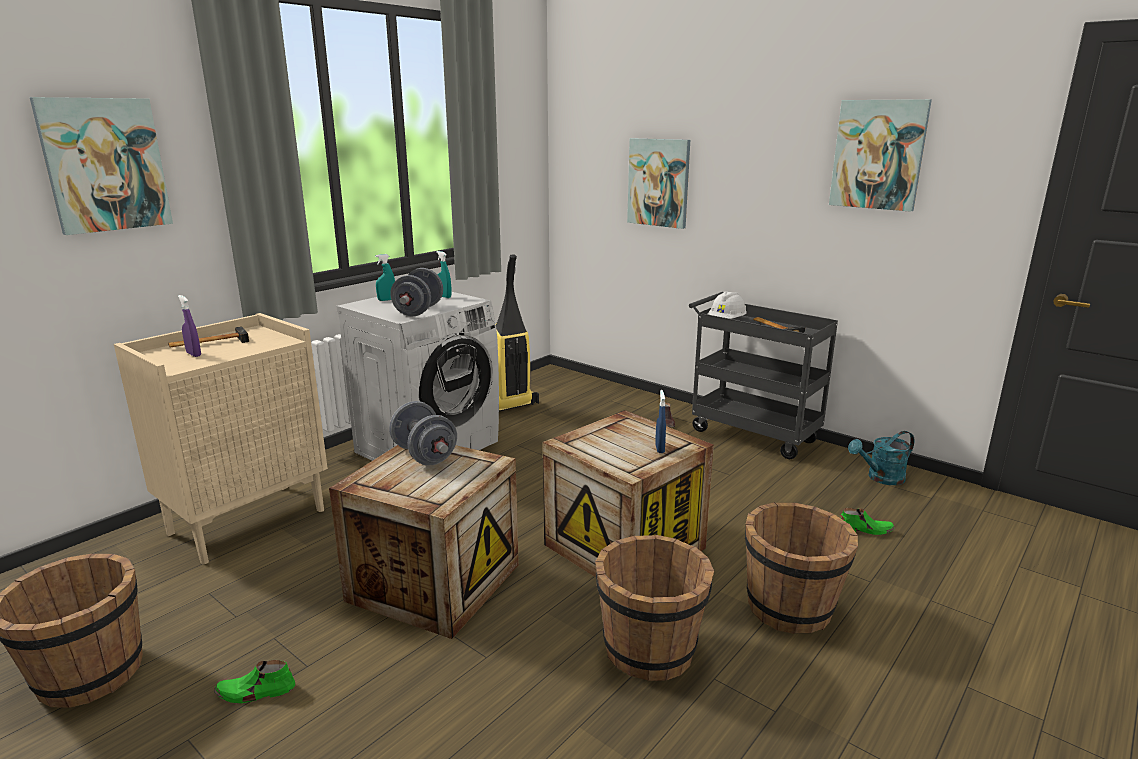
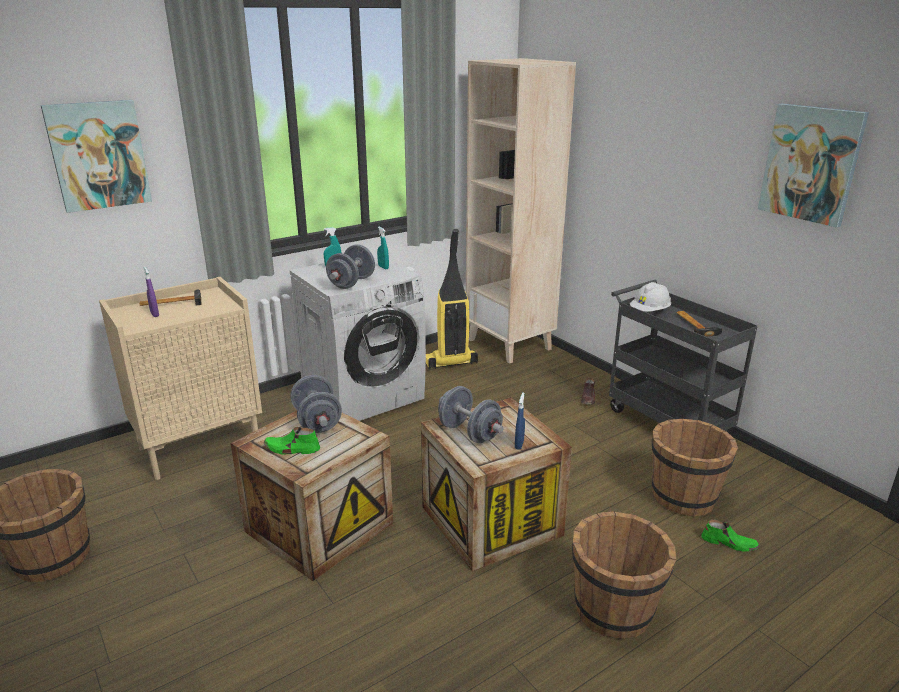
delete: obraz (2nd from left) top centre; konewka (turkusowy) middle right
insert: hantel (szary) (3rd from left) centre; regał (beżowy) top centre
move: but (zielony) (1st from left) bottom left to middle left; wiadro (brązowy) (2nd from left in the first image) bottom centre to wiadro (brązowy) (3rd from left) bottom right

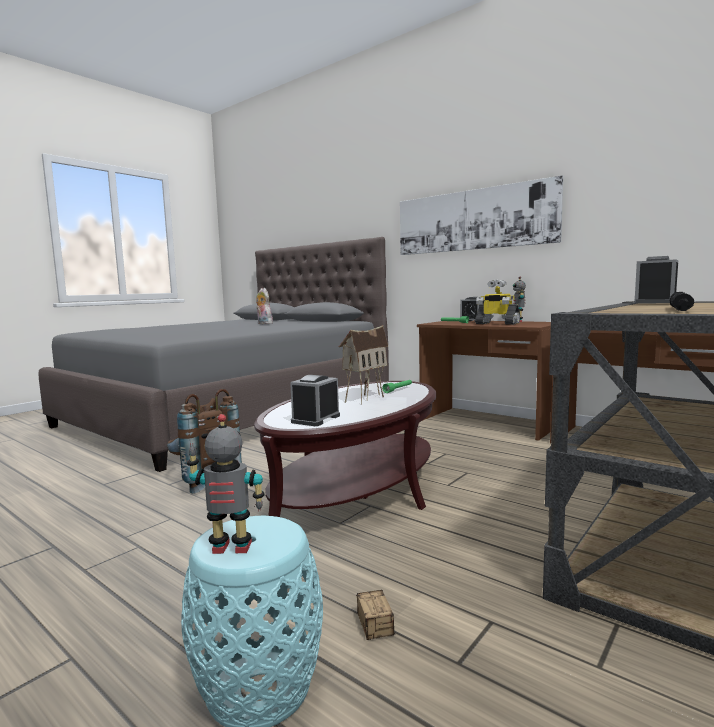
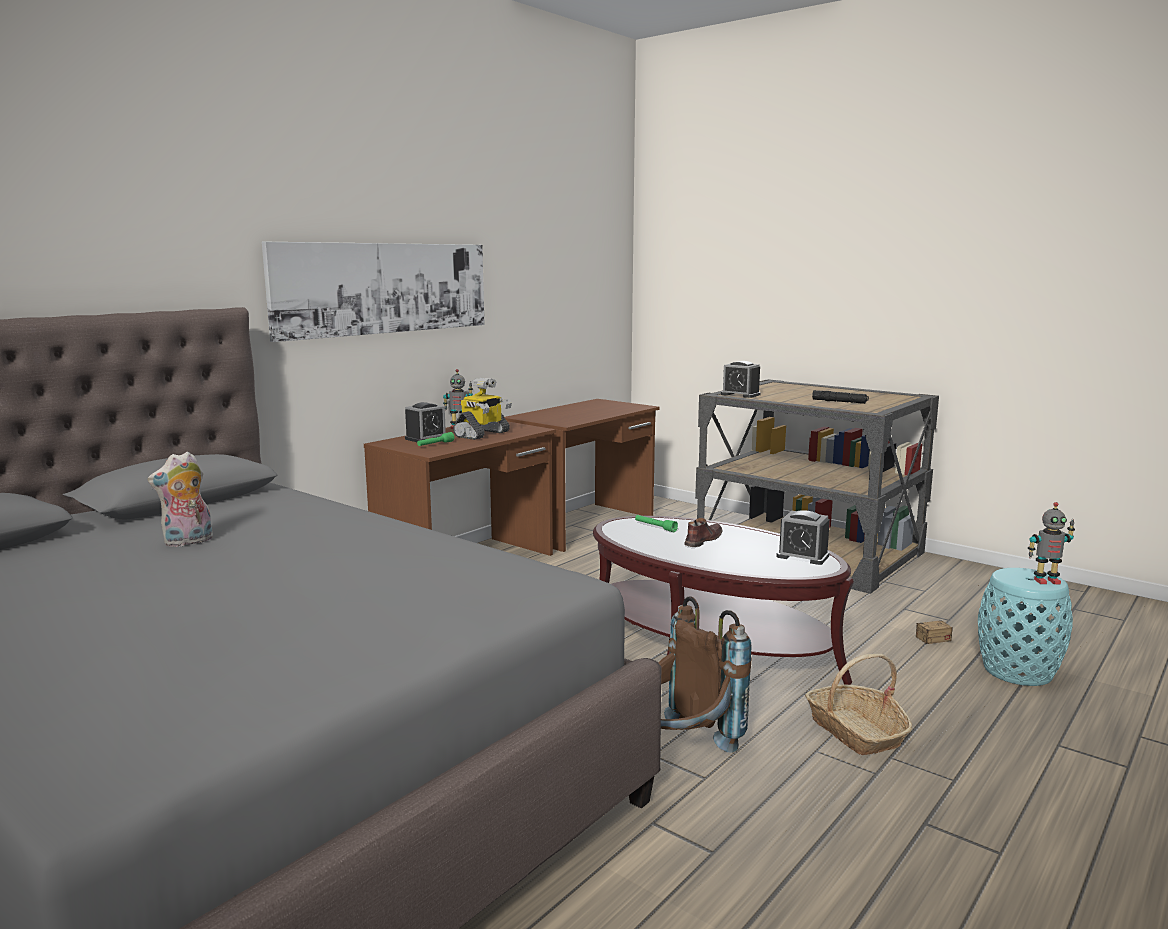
insert: koszyk bottom right
replace: domek centre to but (brązowy) centre
rotate: robot zabawkowy (1st from left in the first image) middle left = middle right 90 degrees counterclockwise

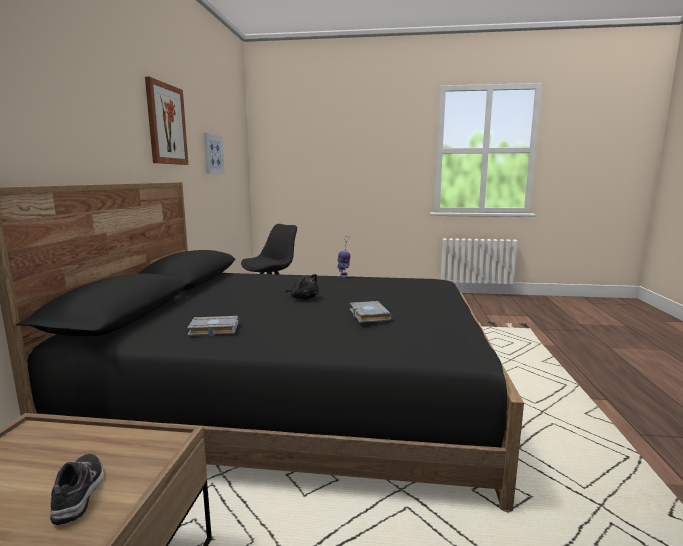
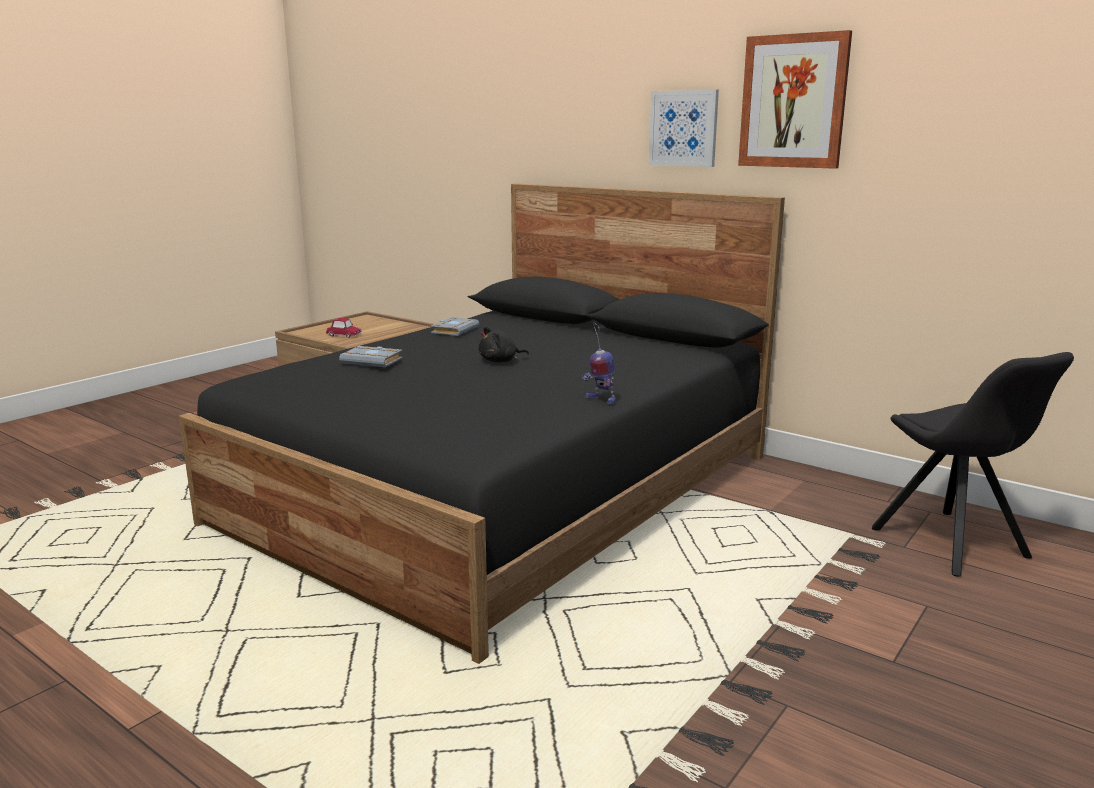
move: obraz (2nd from left in the first image) top left to obraz (1st from left) top centre
replace: but bottom left to samochodzik middle left

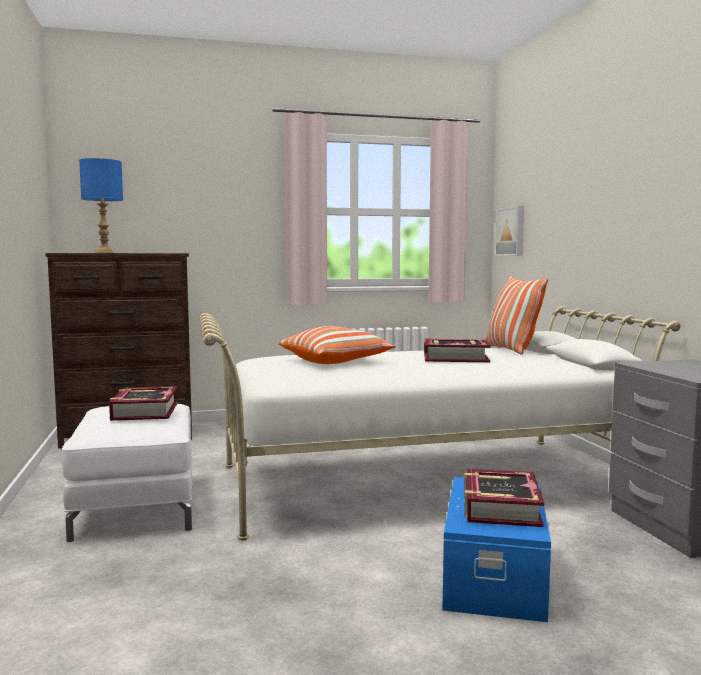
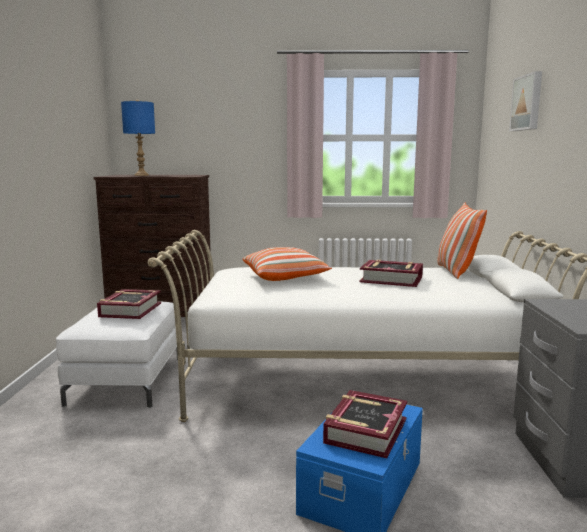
move: obraz middle right to top right

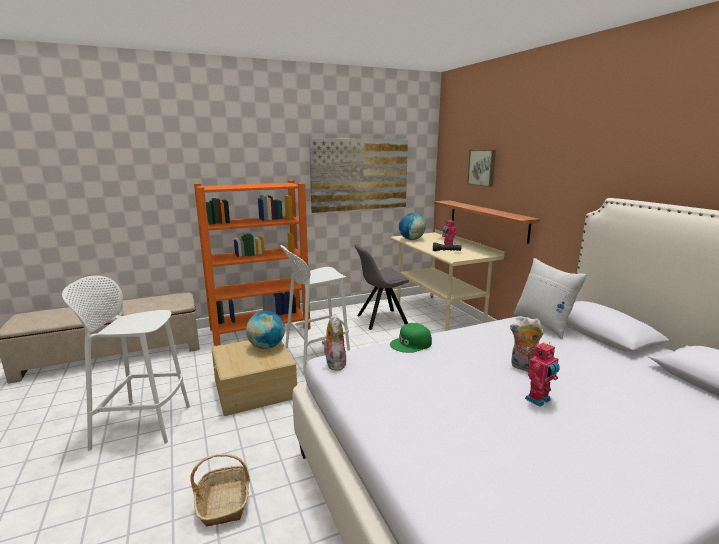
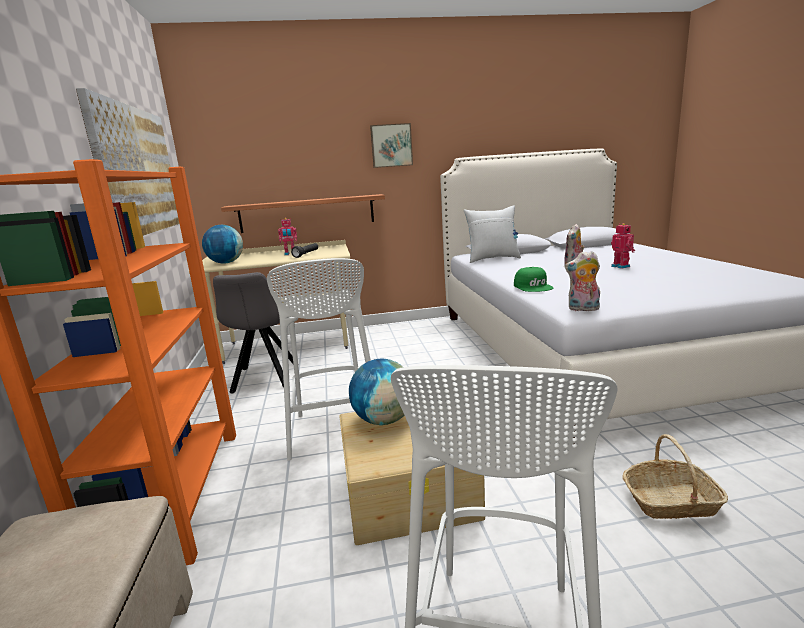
move: obraz (2nd from left) top right to top centre

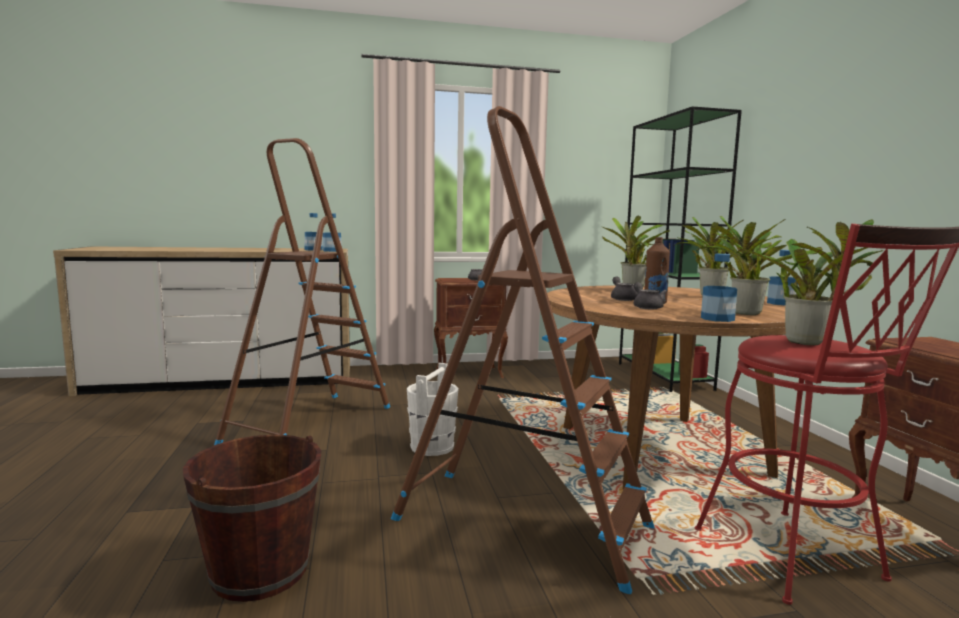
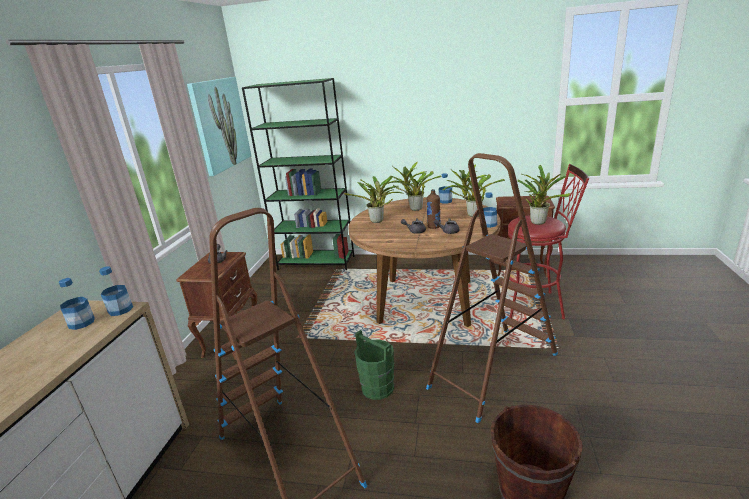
insert: obraz top left
recolor: wiadro (biały) centre to wiadro (zielony) bottom centre

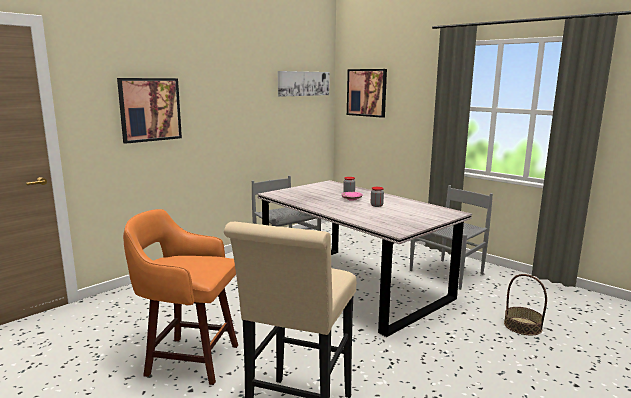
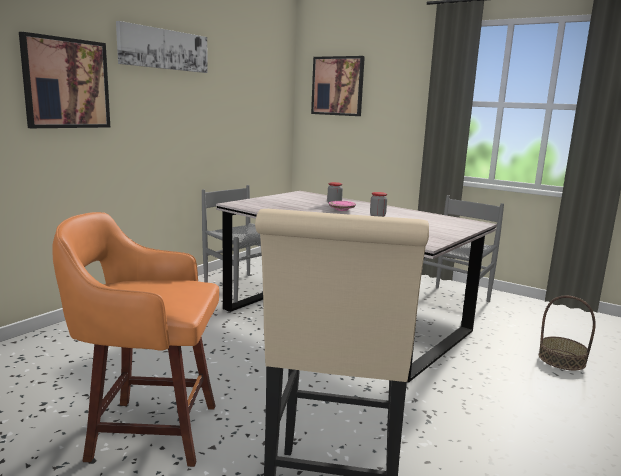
move: obraz (2nd from left) top centre to top left

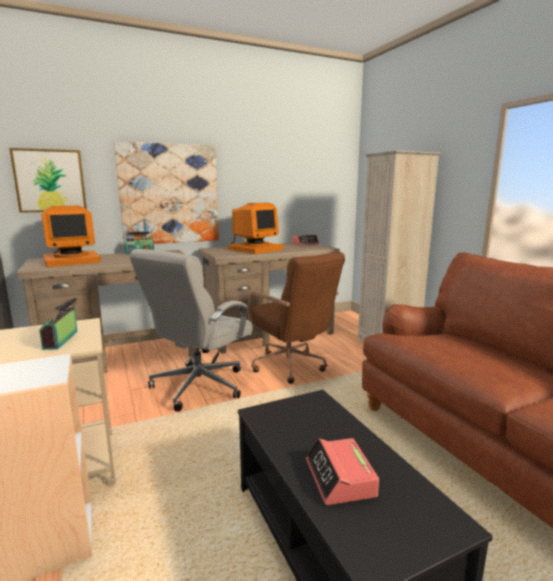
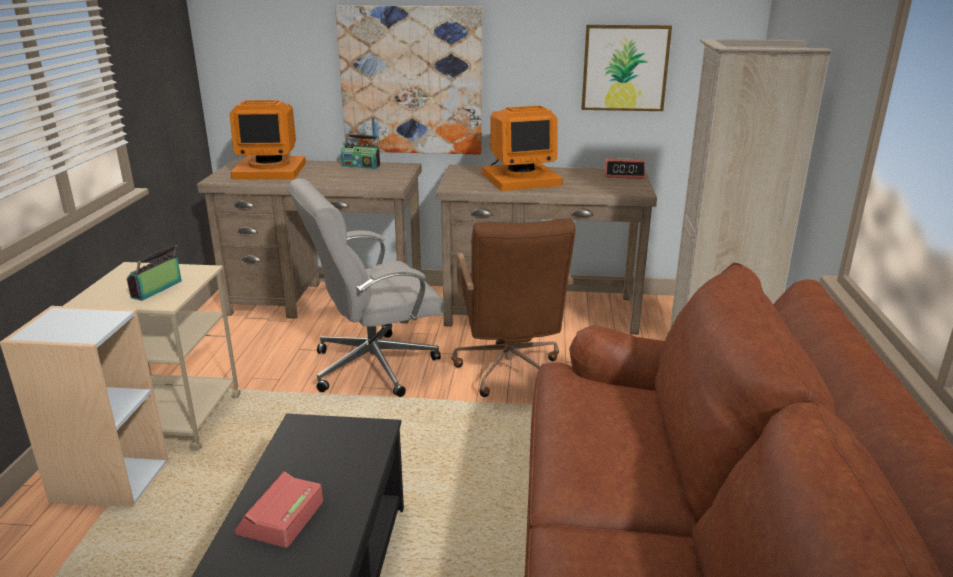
move: obraz (1st from left in the first image) top left to obraz (2nd from left) top centre

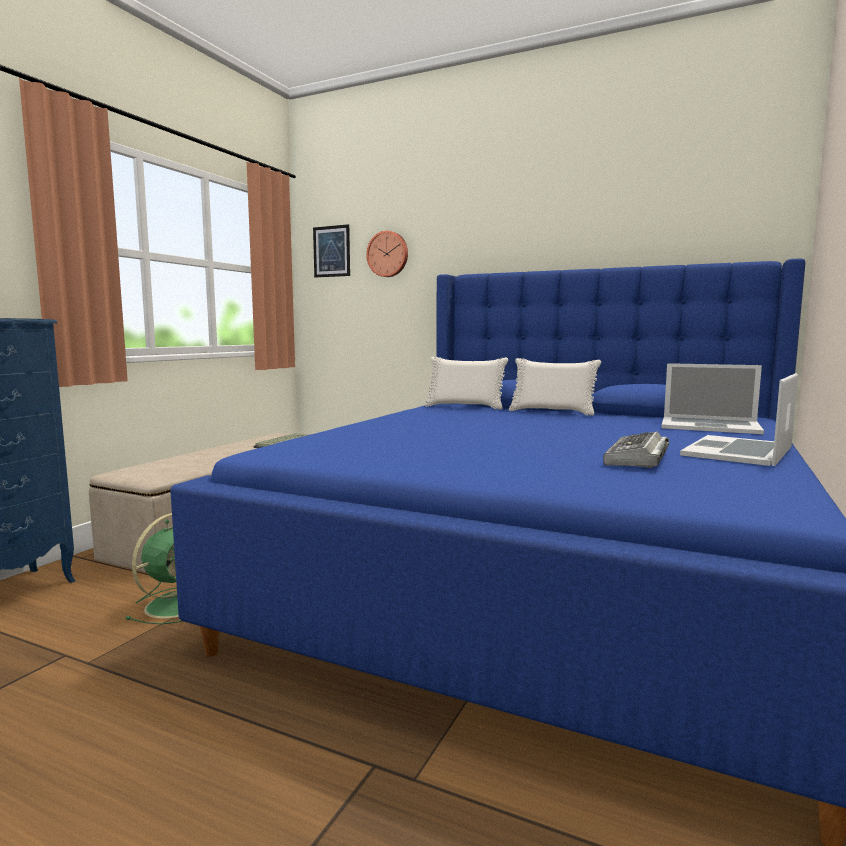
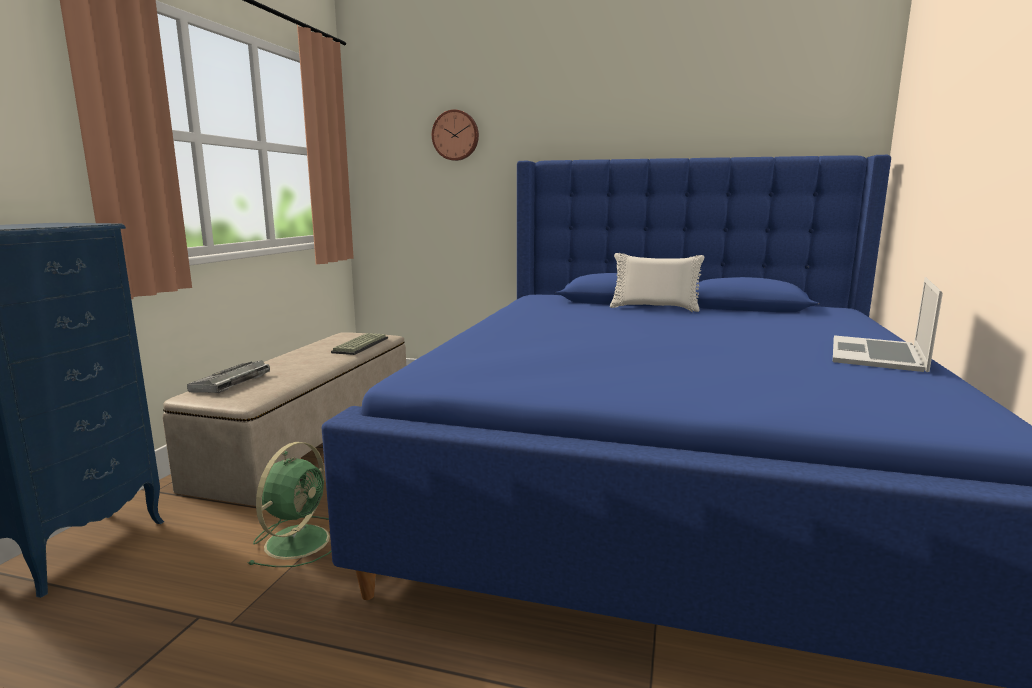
delete: obraz top centre; poduszka (biały) (1st from left) centre; laptop (1st from left) middle right
move: klawiatura (2nd from left in the first image) middle right to klawiatura (1st from left) middle left

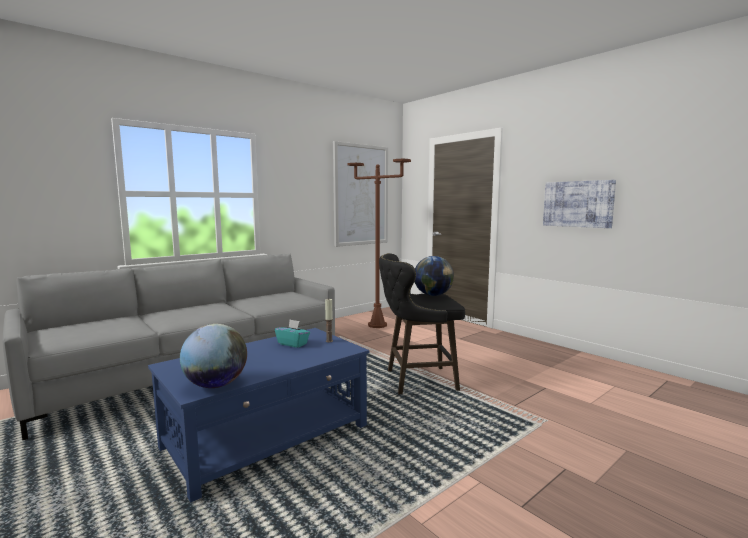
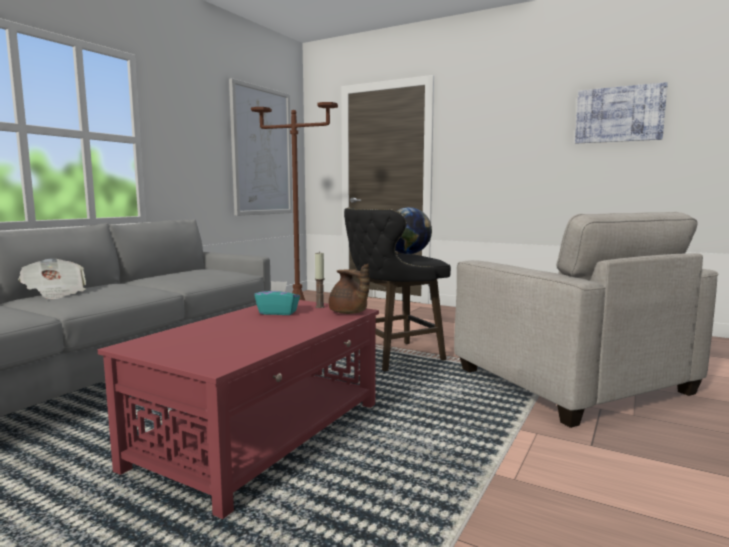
delete: globus (1st from left) middle left
insert: gazeta middle left; imbryk (brązowy) centre; fotel (szary) middle right
move: obraz (2nd from left) middle right to top right
recolor: ława (niebieski) bottom centre to ława (czerwony) bottom left

